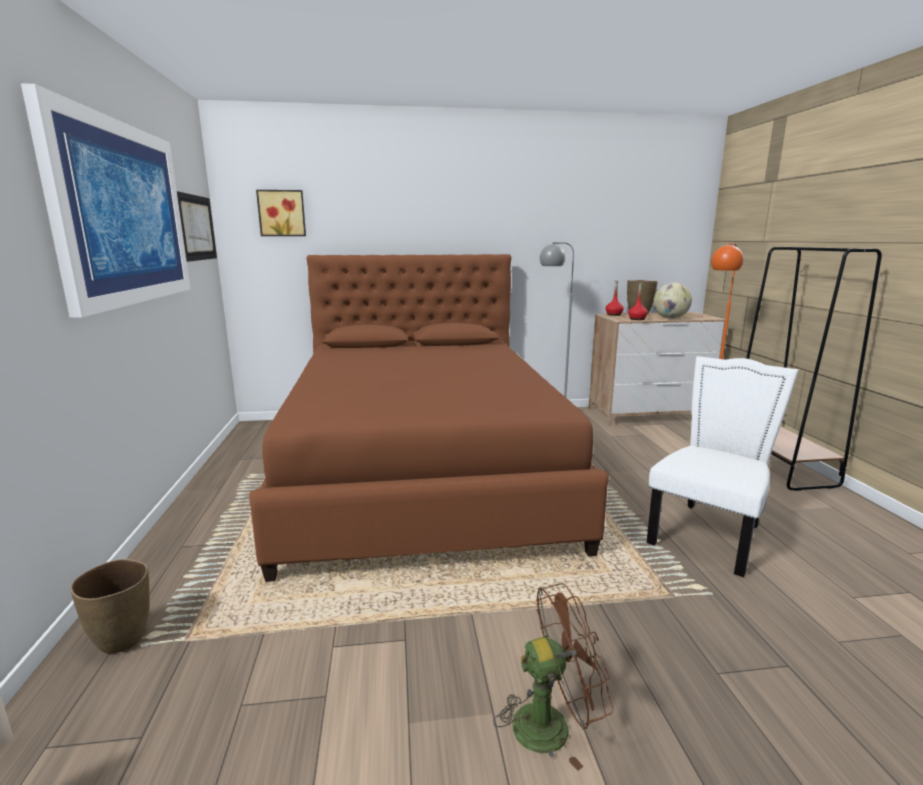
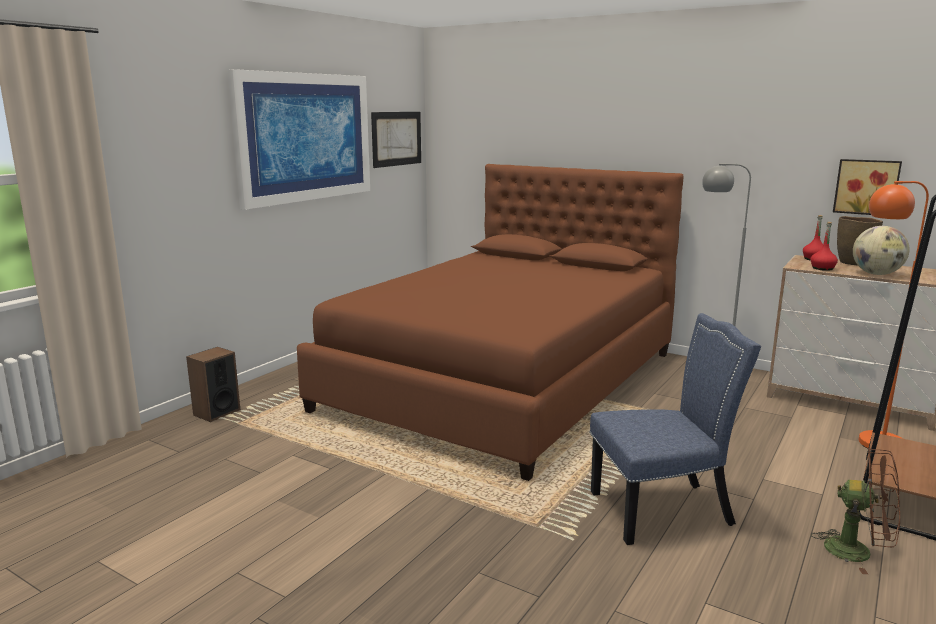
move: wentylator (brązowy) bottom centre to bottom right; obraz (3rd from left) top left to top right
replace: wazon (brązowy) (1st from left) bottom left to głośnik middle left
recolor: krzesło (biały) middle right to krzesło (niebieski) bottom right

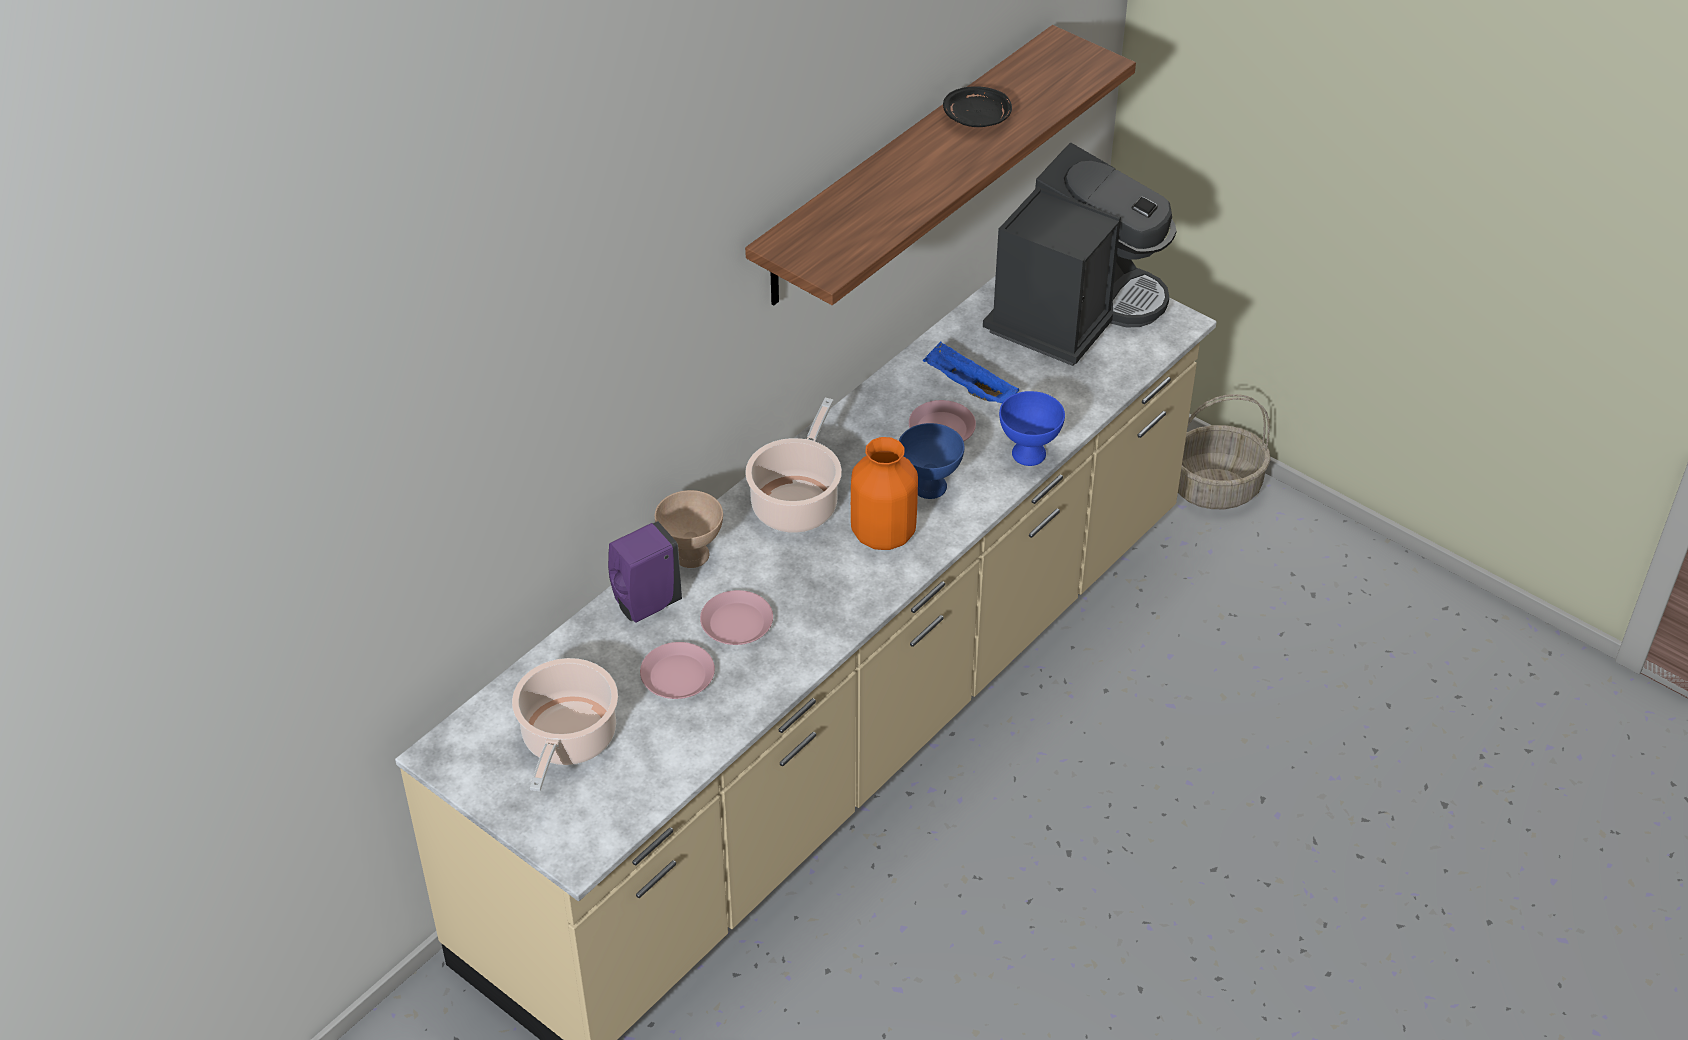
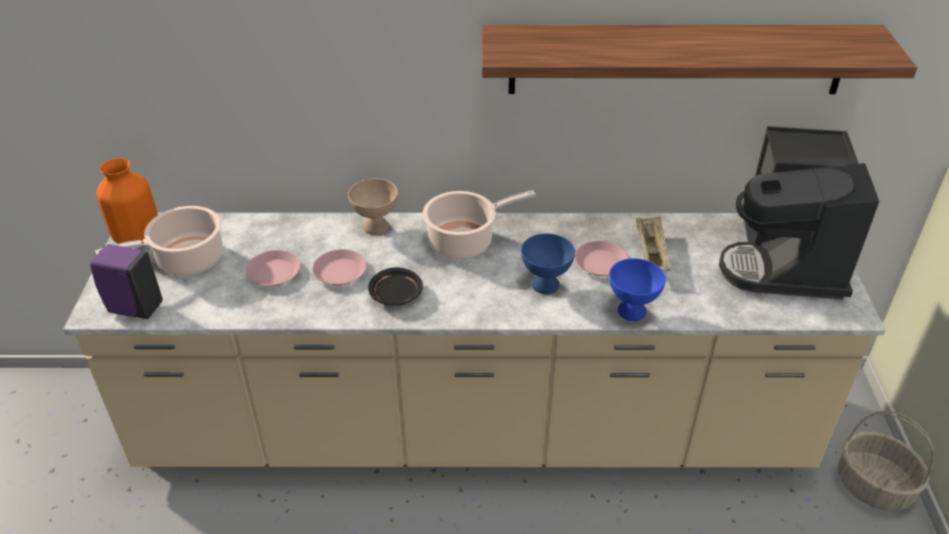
move: dozownik mydła (fioletowy) centre to middle left; wazon (pomarańczowy) centre to middle left; talerz (czarny) top centre to centre
recolor: taca (niebieski) centre to taca (beżowy) middle right
rotate: ekspres do kawy top centre = middle right 105 degrees clockwise

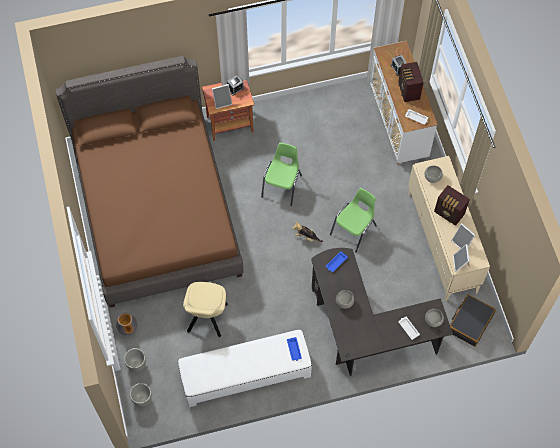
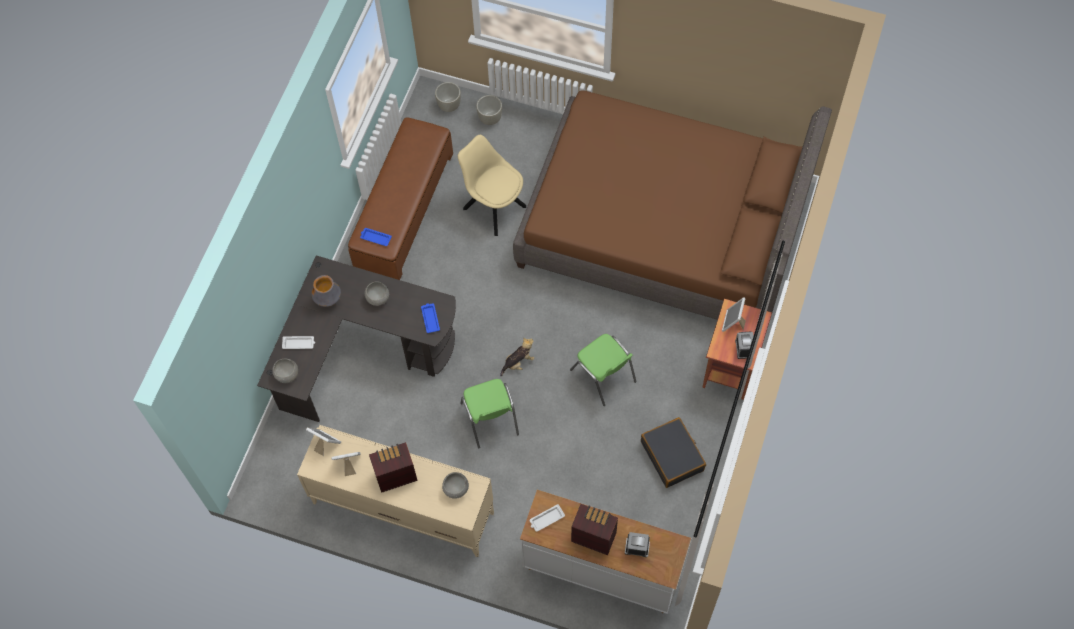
move: wazon bottom left to middle left; walizka (czarny) bottom right to bottom centre
recolor: ławka (biały) bottom centre to ławka (brązowy) top centre

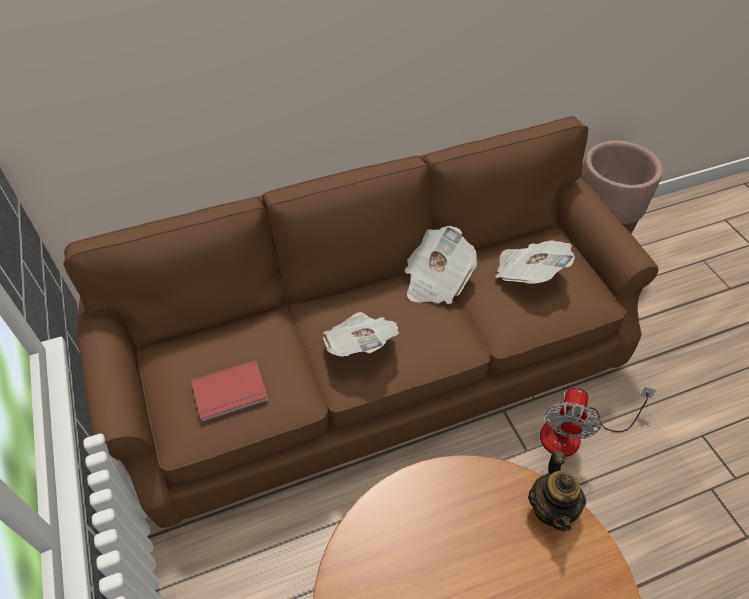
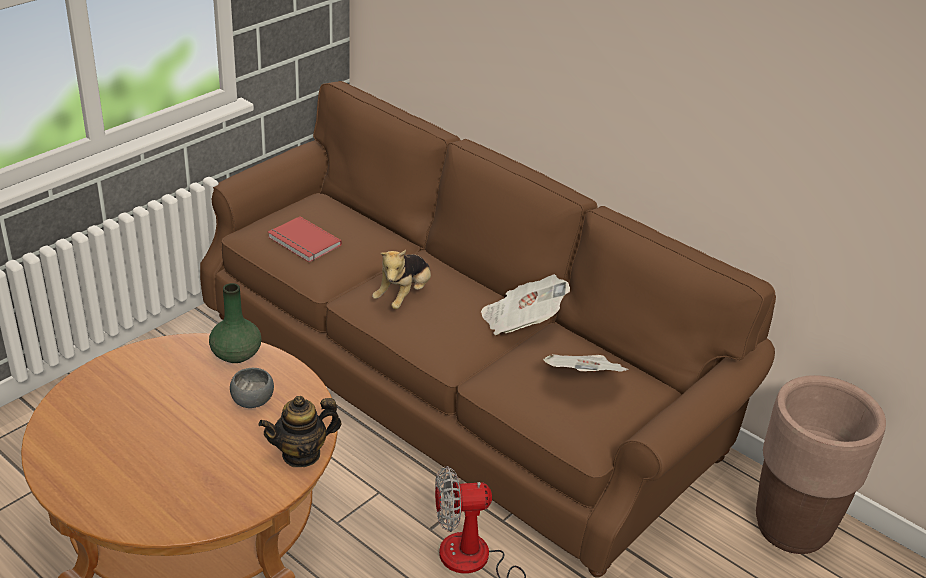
insert: wazon (zielony) middle left; miska (szary) bottom left
replace: gazeta (1st from left) centre to pluszak centre

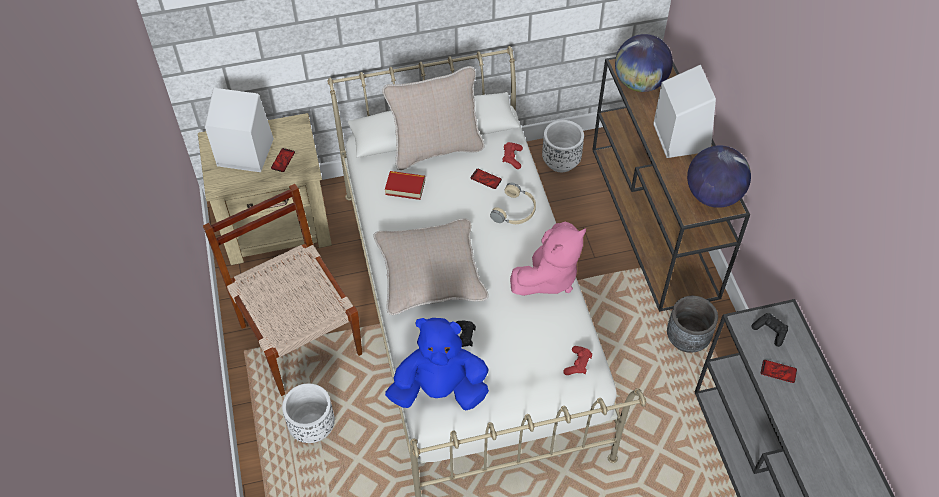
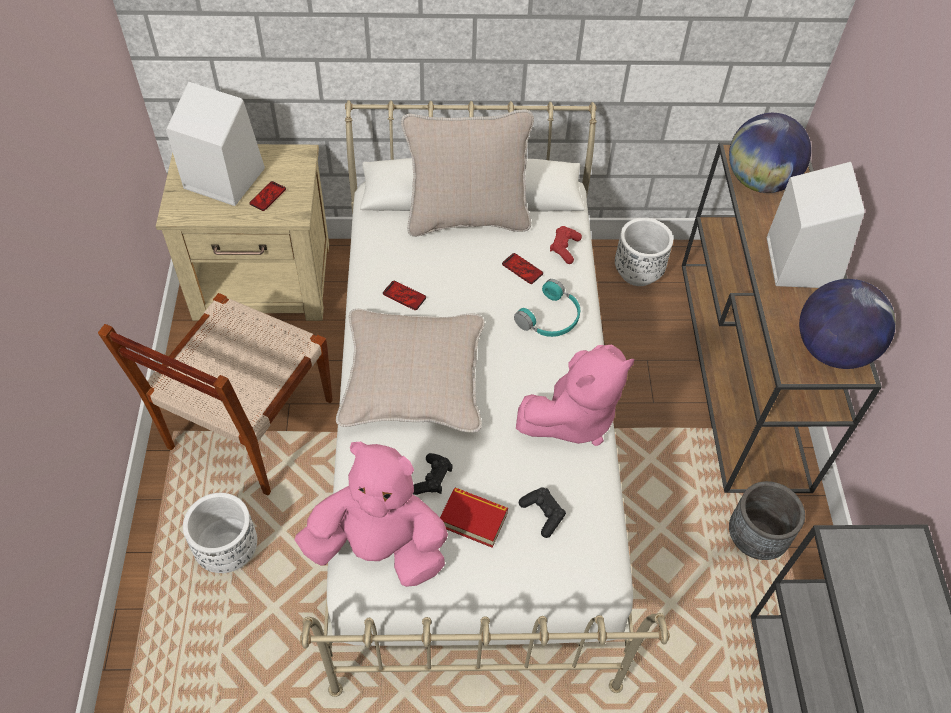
delete: pad do gier (czerwony) (2nd from left) bottom centre
move: telefon (3rd from left in the first image) bottom right to telefon (2nd from left) centre; książka centre to bottom centre; pad do gier (czarny) (2nd from left) middle right to bottom centre
recolor: pluszak (niebieski) bottom centre to pluszak (różowy) (1st from left) bottom centre; słuchawki (beżowy) centre to słuchawki (turkusowy) centre
rotate: krzesło middle left = middle left 135 degrees counterclockwise

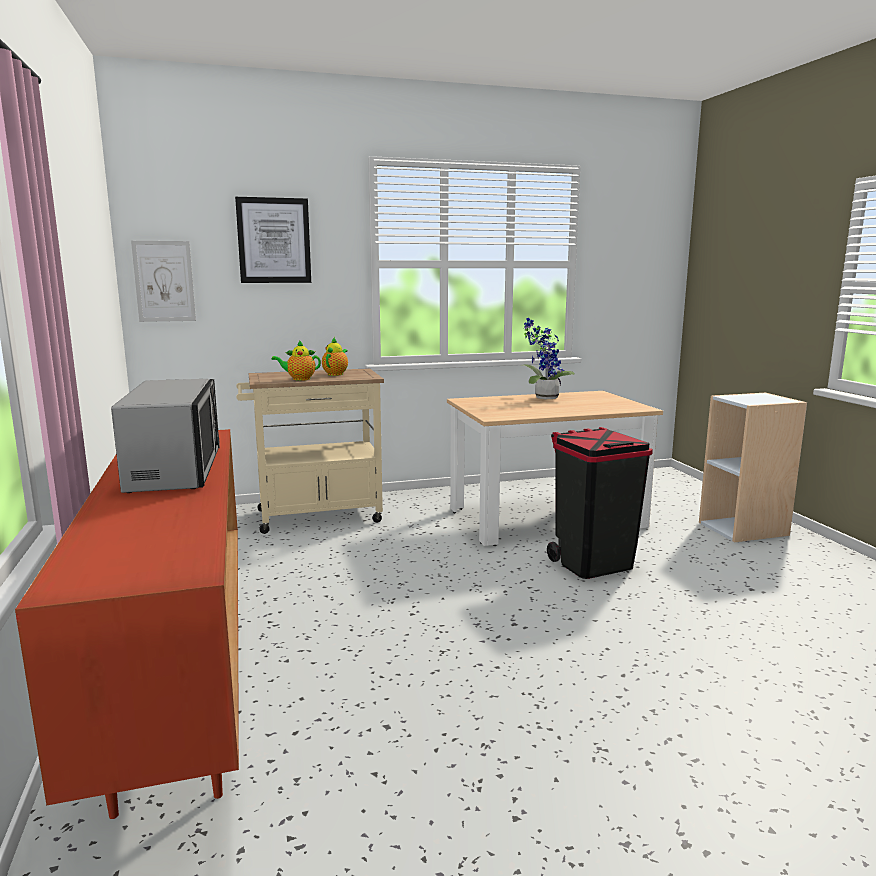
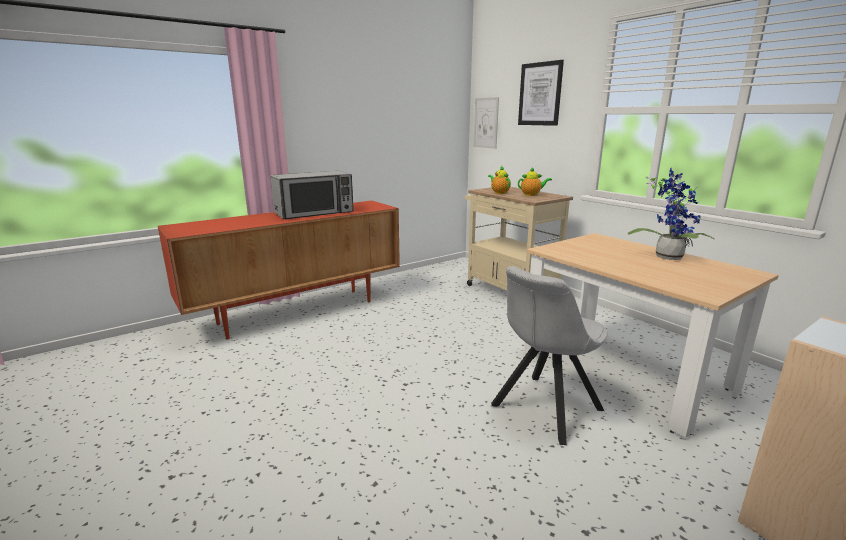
replace: kosz na śmieci (czarny) middle right to krzesło (szary) centre

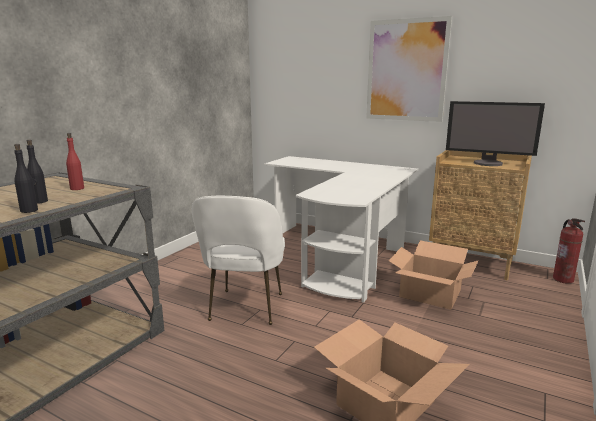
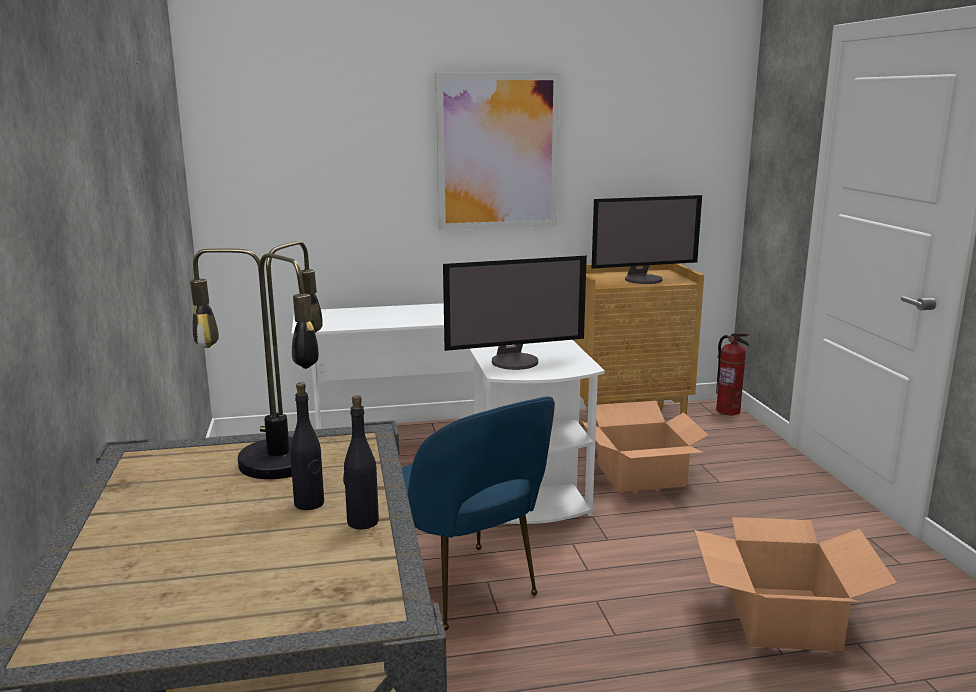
insert: monitor (1st from left) centre
replace: butelka (czerwony) middle left to lampa stołowa middle left
recolor: krzesło (biały) centre to krzesło (niebieski) bottom centre

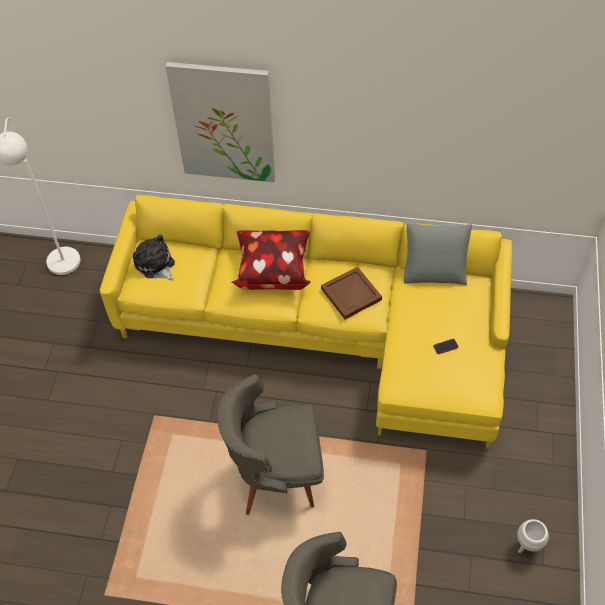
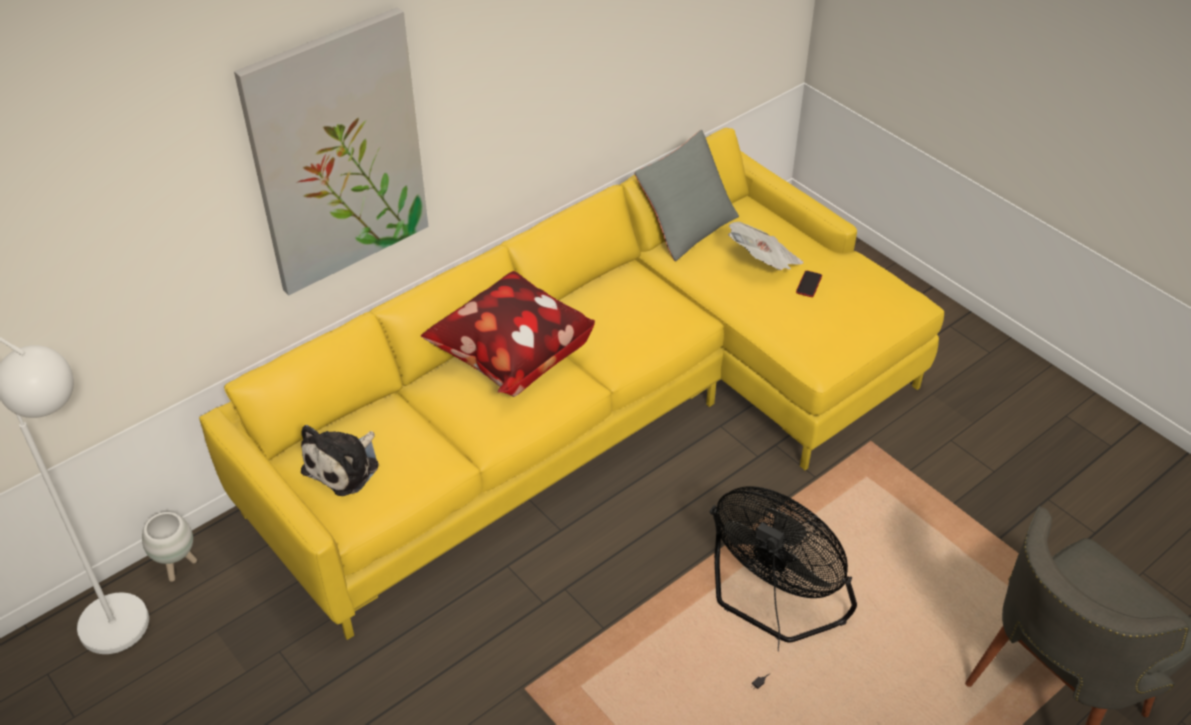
delete: taca (brązowy) centre
insert: gazeta centre
move: donica (biały) bottom right to bottom left
replace: krzesło (szary) (1st from left) bottom centre to wentylator (czarny) bottom centre
rotate: pluszak middle left = middle left 60 degrees counterclockwise

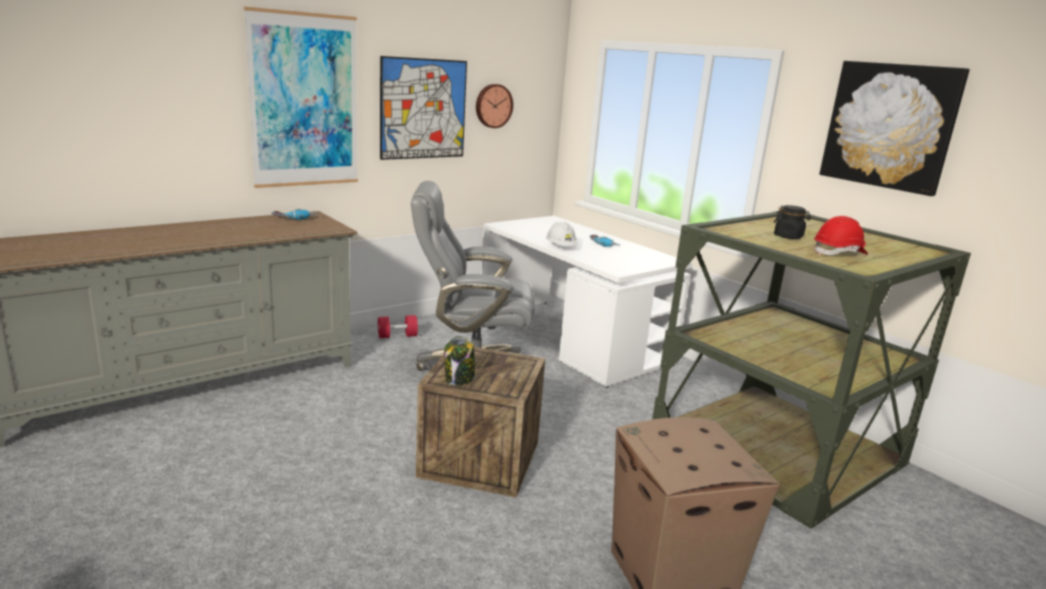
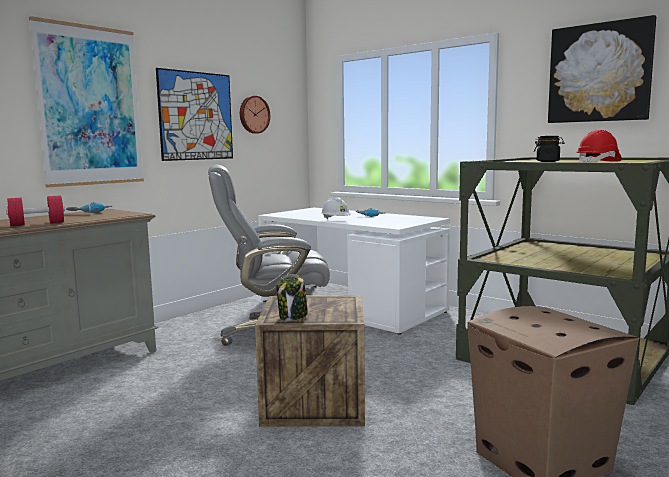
move: hantel (czerwony) centre to middle left

